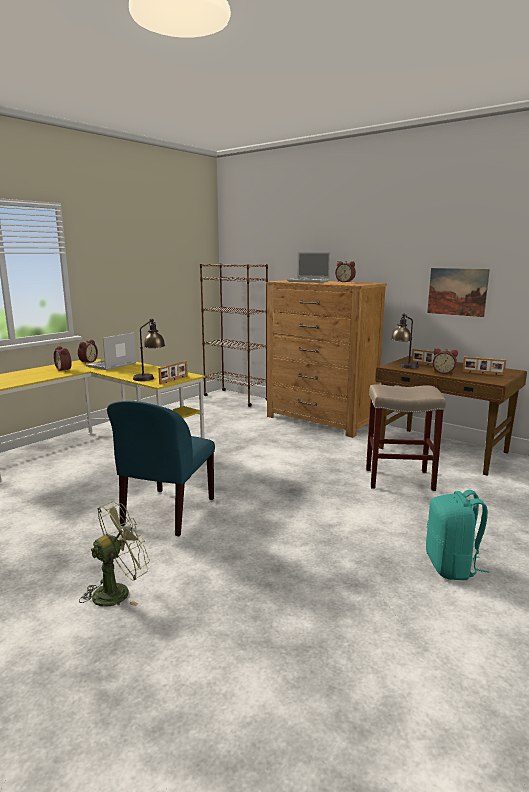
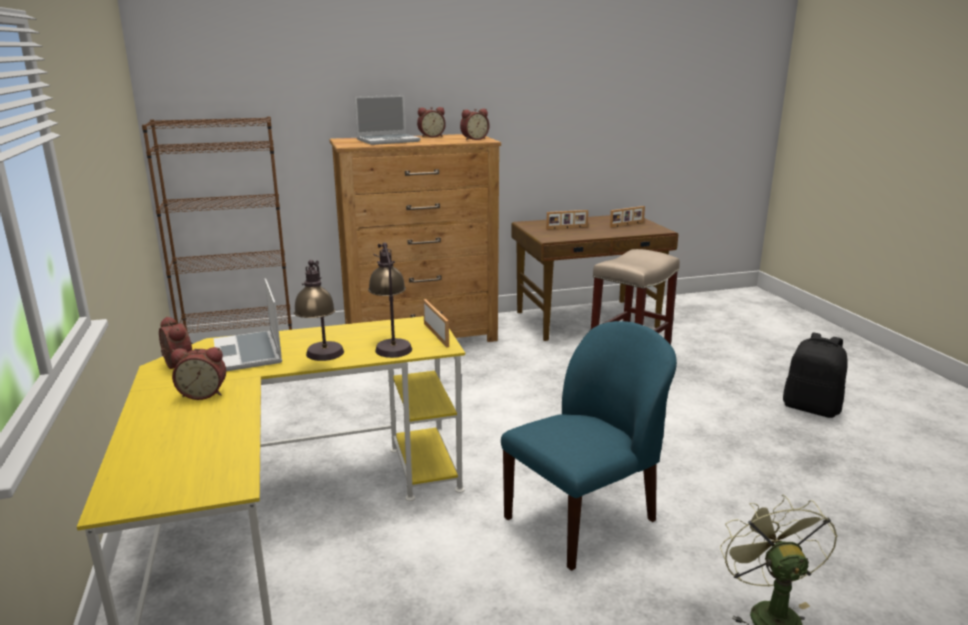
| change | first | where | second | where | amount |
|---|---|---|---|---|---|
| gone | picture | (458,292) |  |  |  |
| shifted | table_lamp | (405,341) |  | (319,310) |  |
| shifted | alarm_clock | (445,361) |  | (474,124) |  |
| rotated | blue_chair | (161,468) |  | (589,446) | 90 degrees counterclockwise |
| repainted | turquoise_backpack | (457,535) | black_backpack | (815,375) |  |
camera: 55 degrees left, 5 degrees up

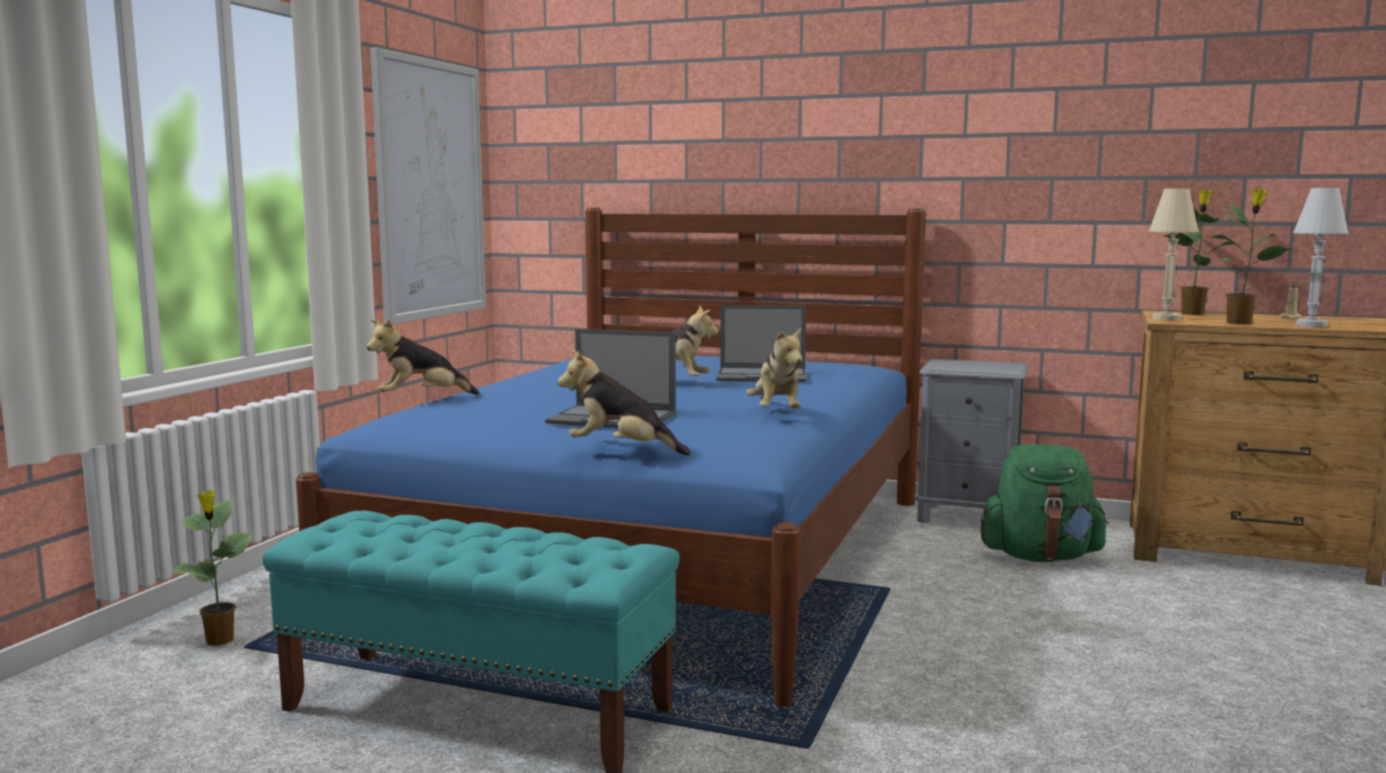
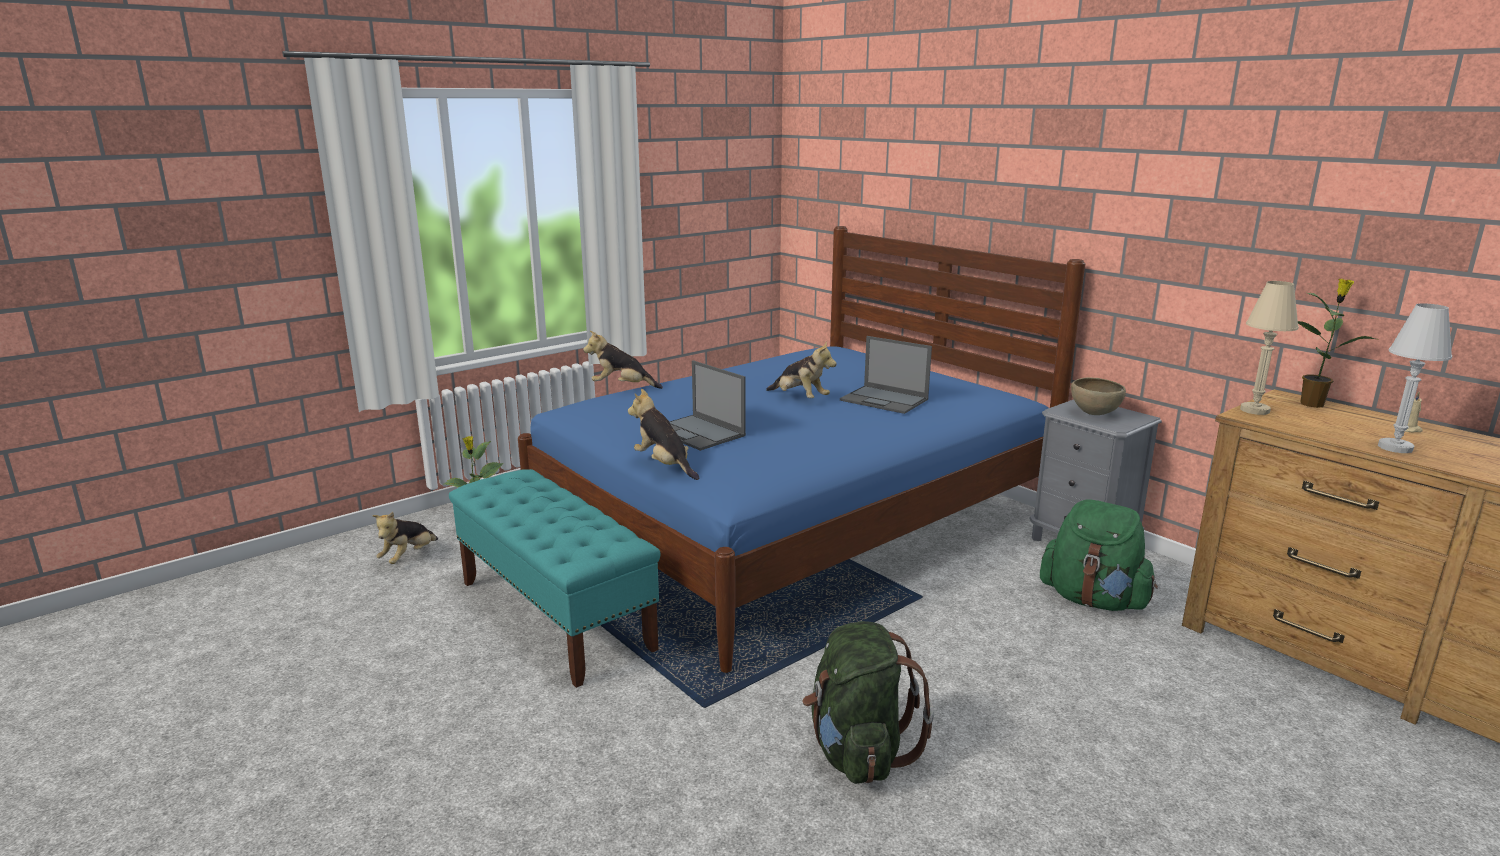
| change | first | where | second | where | amount |
|---|---|---|---|---|---|
| gone | picture | (428,186) |  |  |  |
| gone | potted_plant | (1252,256) |  |  |  |
| shifted | plush_toy | (774,367) |  | (405,538) |  |
| new |  |  | brown_bowl | (1098,396) |  |
| new |  |  | green_backpack | (868,702) |  |
camera: 30 degrees right, 10 degrees up

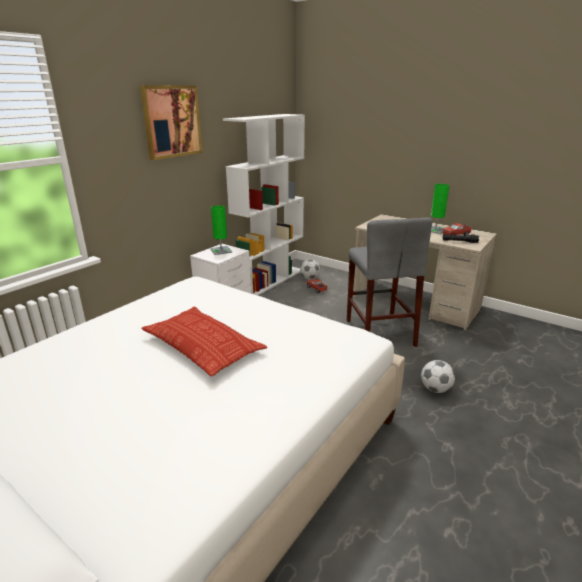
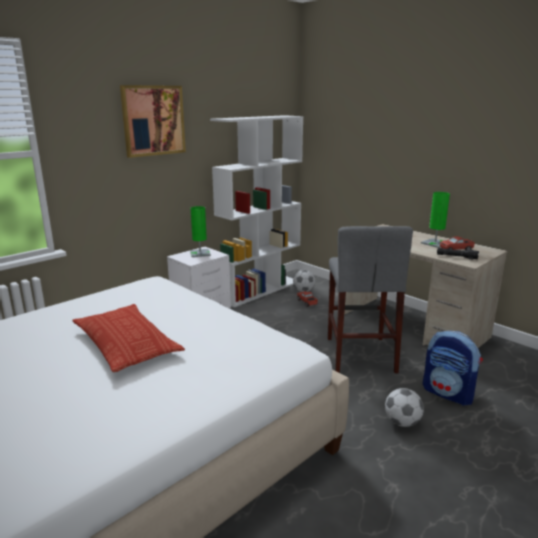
| change | first | where | second | where | amount |
|---|---|---|---|---|---|
| new |  |  | backpack | (453,368) |  |
camera: 10 degrees right, 5 degrees down

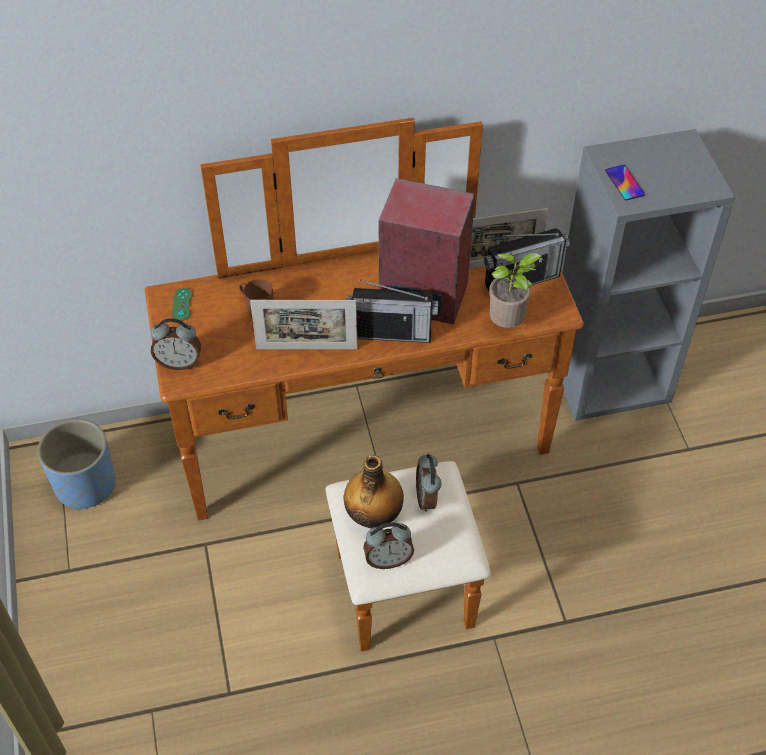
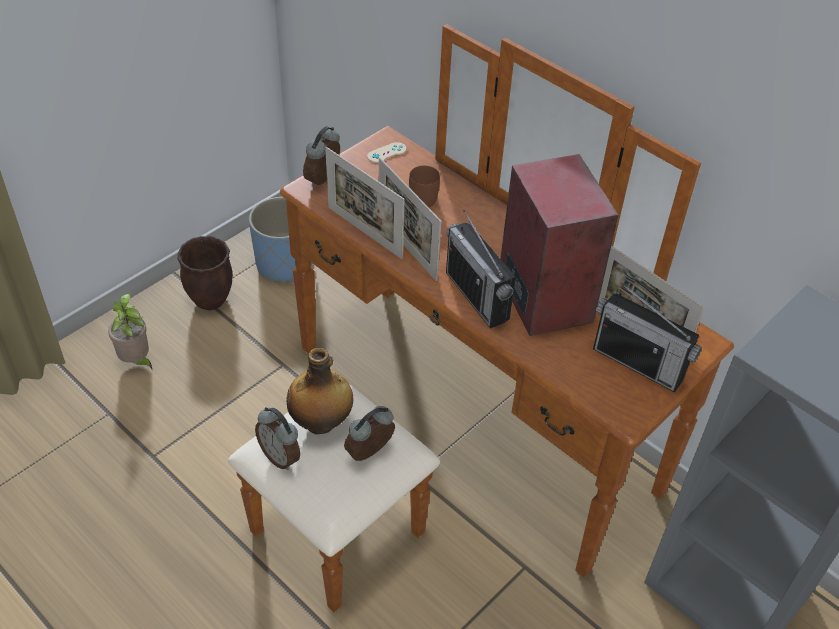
| change | first | where | second | where | amount |
|---|---|---|---|---|---|
| gone | phone | (625,182) |  |  |  |
| shifted | potted_plant | (515,290) |  | (130,331) |  |
| repainted | green_game_controller | (182,304) | beige_game_controller | (386,152) |  |
| rotated | alarm_clock | (176,344) |  | (321,156) | 60 degrees clockwise |
| new |  |  | picture_frame | (365,203) |  |
| new |  |  | brown_planter | (205,273) |  |
camera: 55 degrees right, 5 degrees down

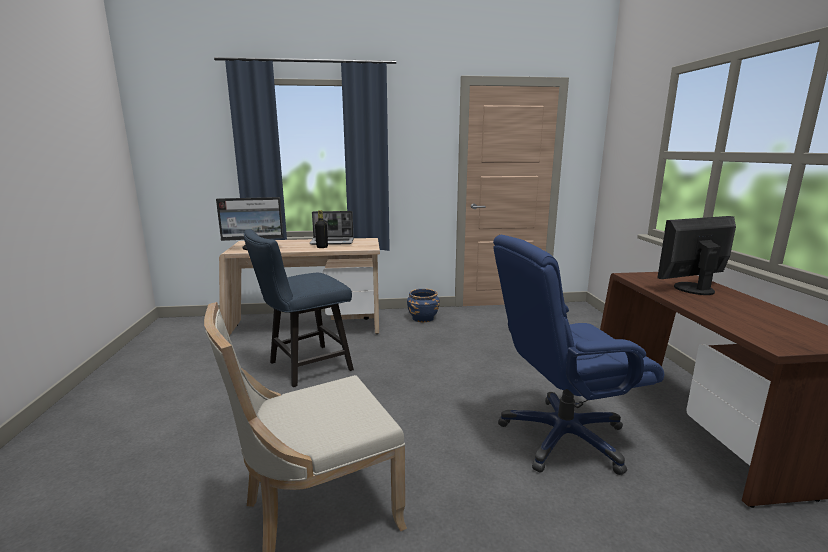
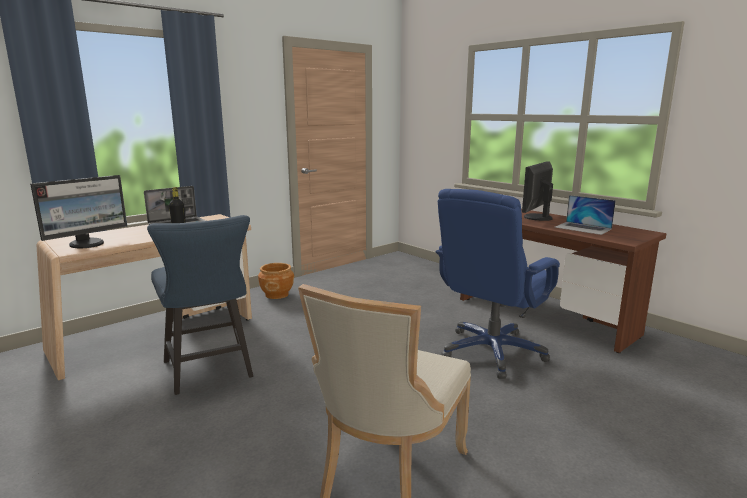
| change | first | where | second | where | amount |
|---|---|---|---|---|---|
| rotated | blue_chair | (299,308) |  | (200,305) | 45 degrees counterclockwise |
| repainted | blue_planter | (423,305) | brown_planter | (276,281) |  |
| new |  |  | laptop | (585,215) |  |
camera: 35 degrees left, 0 degrees up

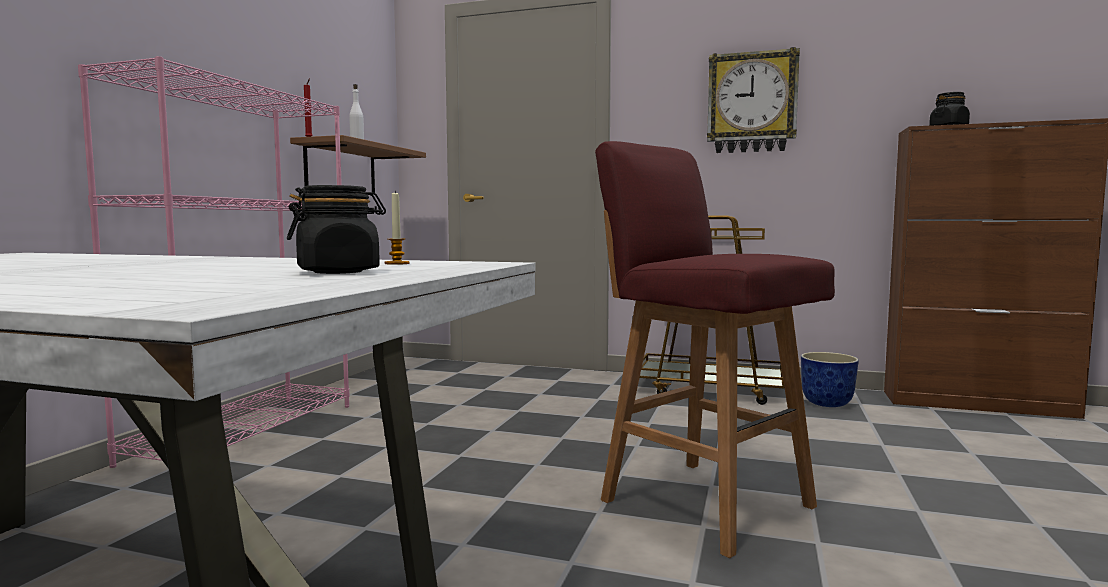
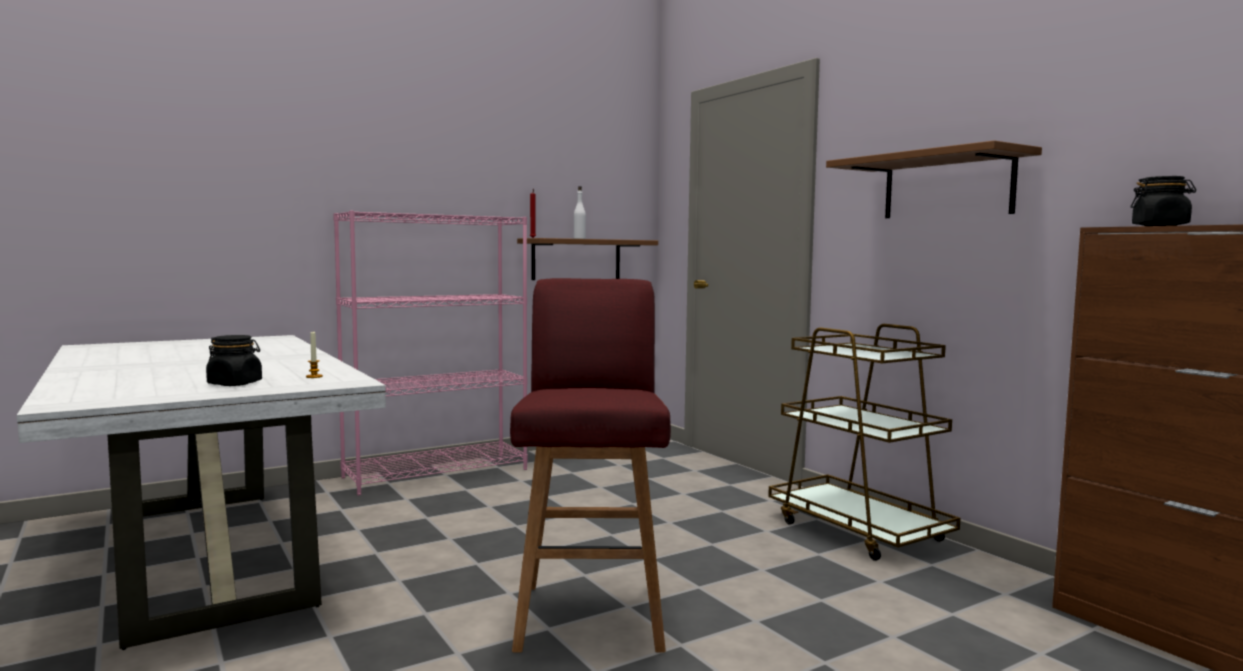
| change | first | where | second | where | amount |
|---|---|---|---|---|---|
| swapped | wall_clock | (753,100) | brown_shelf | (934,179) |  |
| gone | planter | (830,379) |  |  |  |
camera: 40 degrees right, 0 degrees up

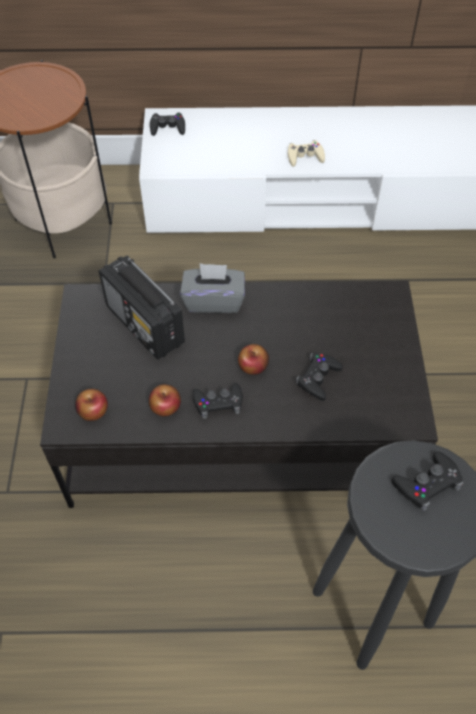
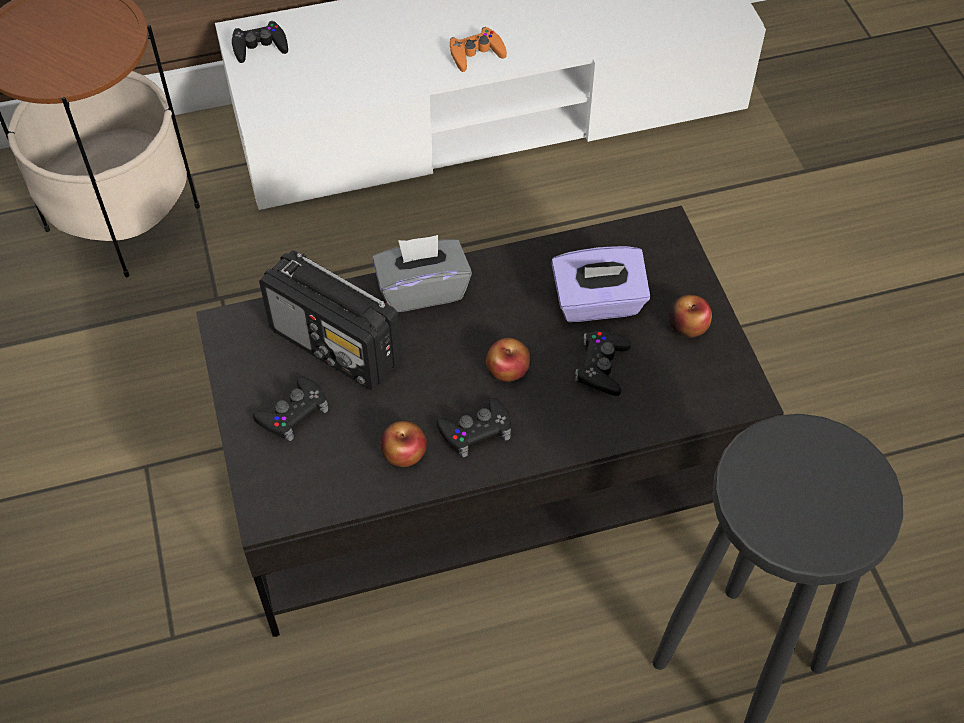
| change | first | where | second | where | amount |
|---|---|---|---|---|---|
| repainted | beige_game_controller | (306,153) | orange_game_controller | (478,49) |  |
| shifted | apple | (91,404) |  | (690,316) |  |
| shifted | black_game_controller | (427,481) |  | (290,409) |  |
| new |  |  | purple_tissue_box | (601,284) |  |
camera: 15 degrees left, 0 degrees up

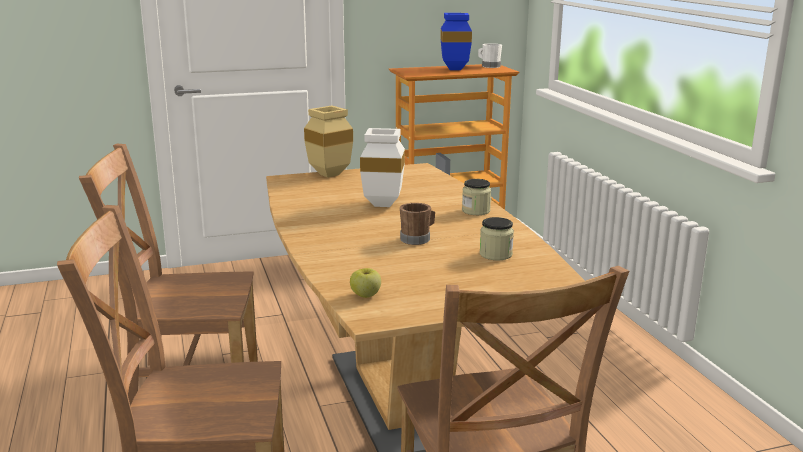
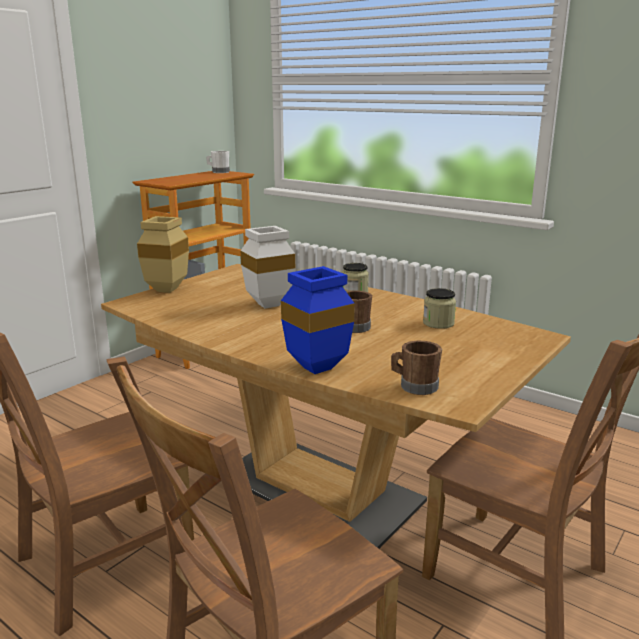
| change | first | where | second | where | amount |
|---|---|---|---|---|---|
| shifted | blue_vase | (456,41) |  | (318,320) |  |
| swapped | apple | (365,283) | brown_mug | (416,368) |  |
camera: 35 degrees left, 0 degrees up

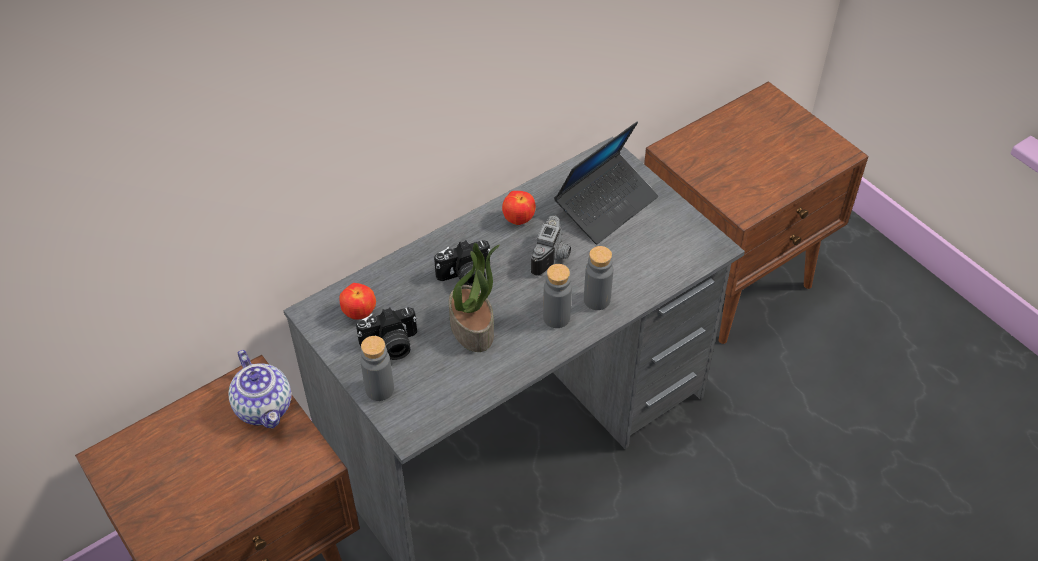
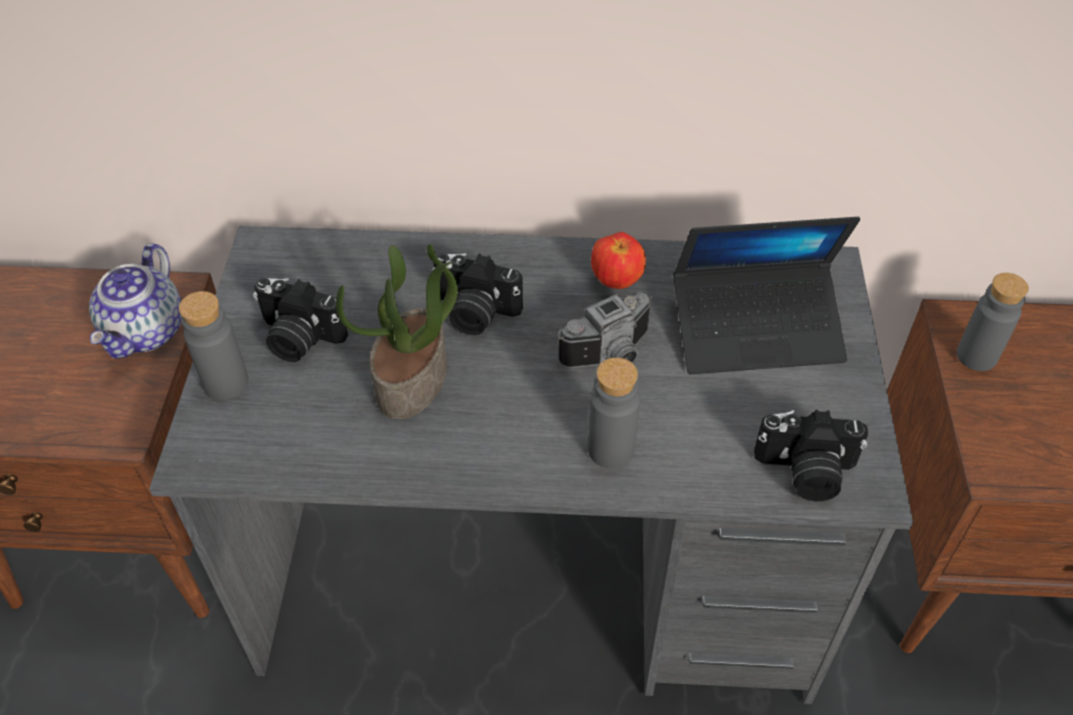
| change | first | where | second | where | amount |
|---|---|---|---|---|---|
| shifted | grey_bottle | (557,296) |  | (993,322) |  |
| gone | apple | (357,301) |  |  |  |
| new |  |  | photo_camera | (811,455) |  |
camera: 40 degrees right, 0 degrees up

